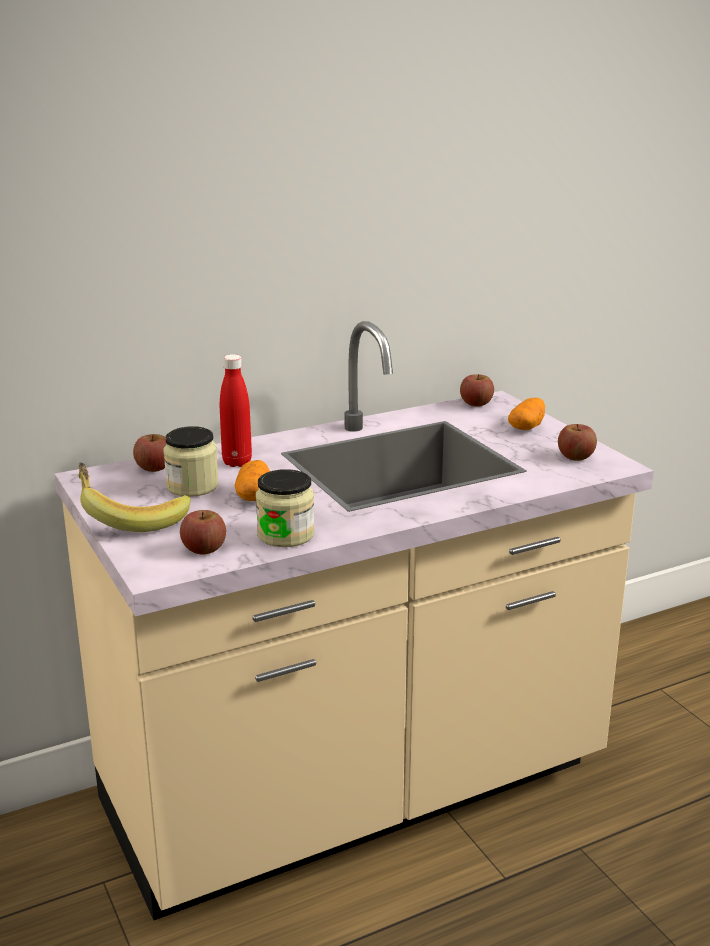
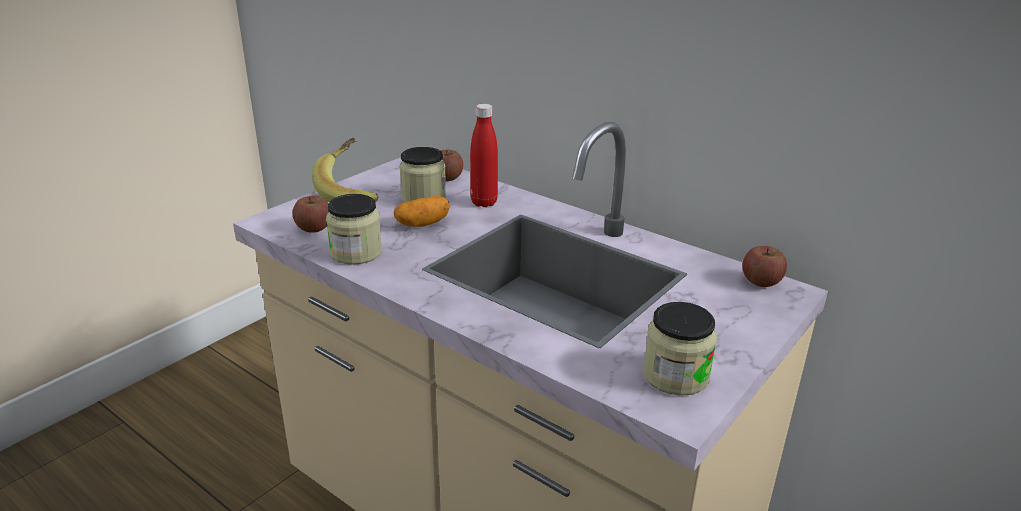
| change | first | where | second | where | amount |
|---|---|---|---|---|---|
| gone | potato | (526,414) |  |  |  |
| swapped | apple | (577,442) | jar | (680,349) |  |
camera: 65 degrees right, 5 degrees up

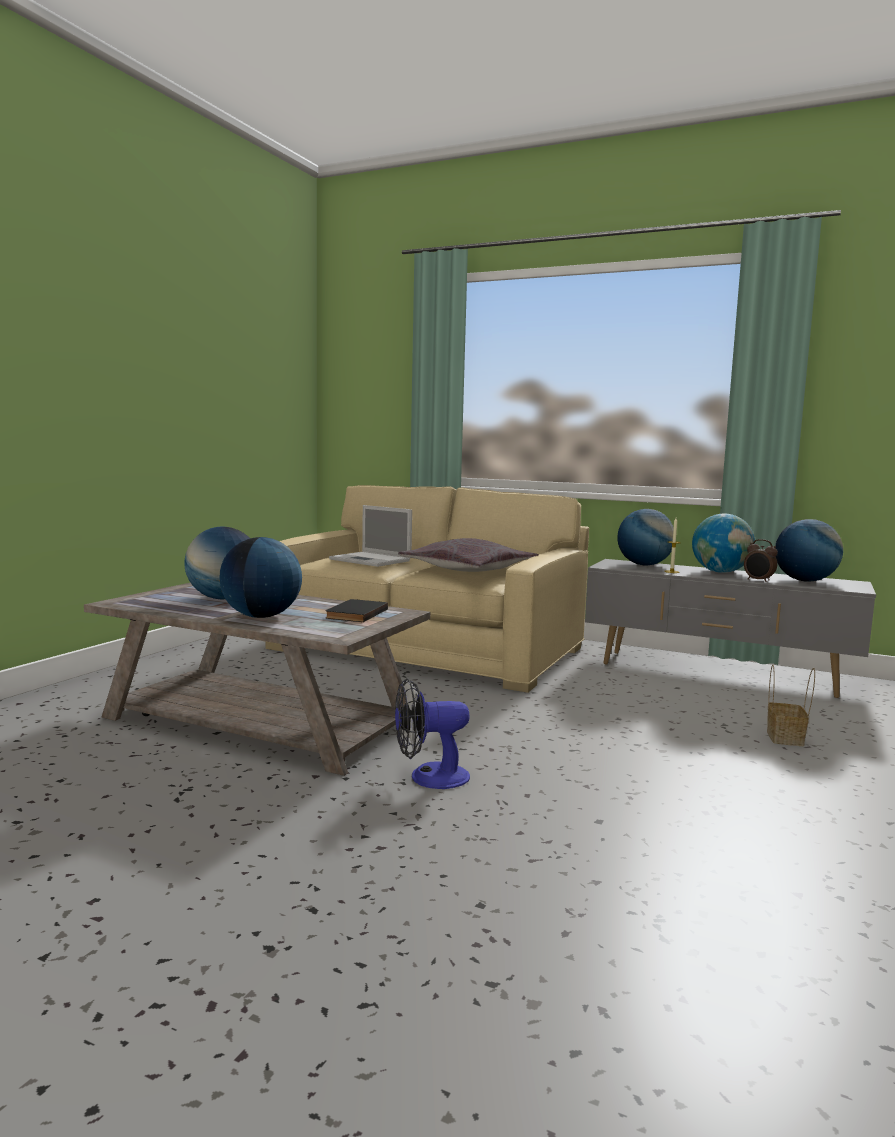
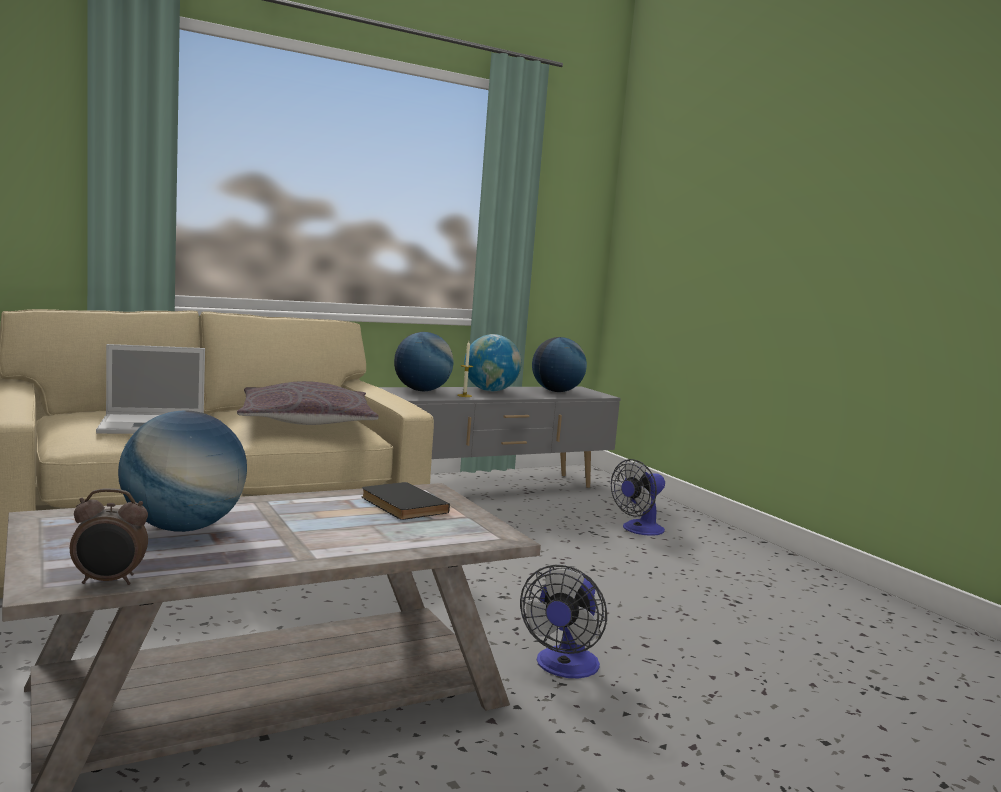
| change | first | where | second | where | amount |
|---|---|---|---|---|---|
| gone | globe | (261,577) |  |  |  |
| shifted | alarm_clock | (761,561) |  | (109,536) |  |
| swapped | basket | (791,705) | fan | (638,497) |  |
camera: 55 degrees left, 0 degrees up

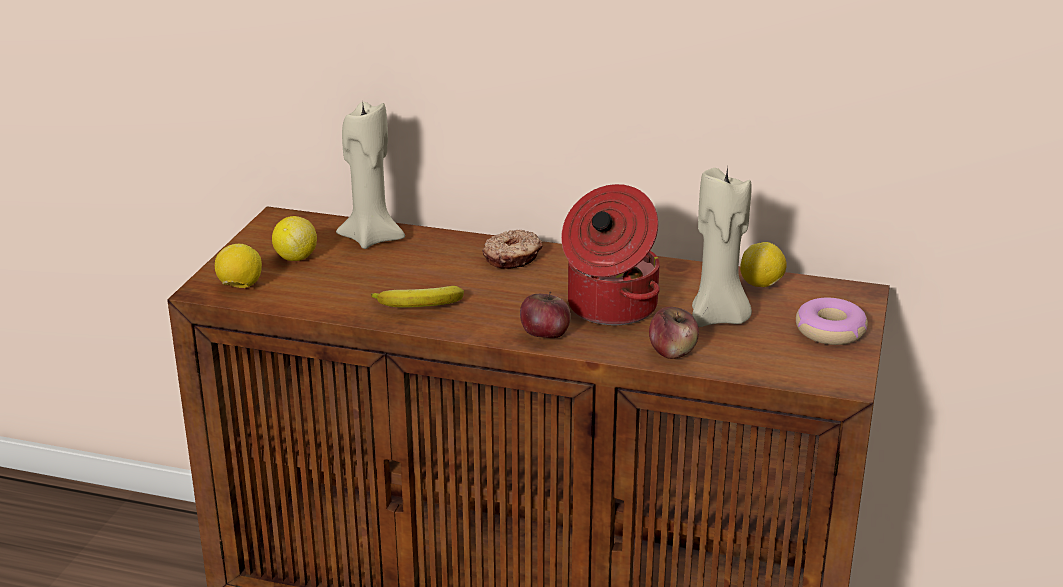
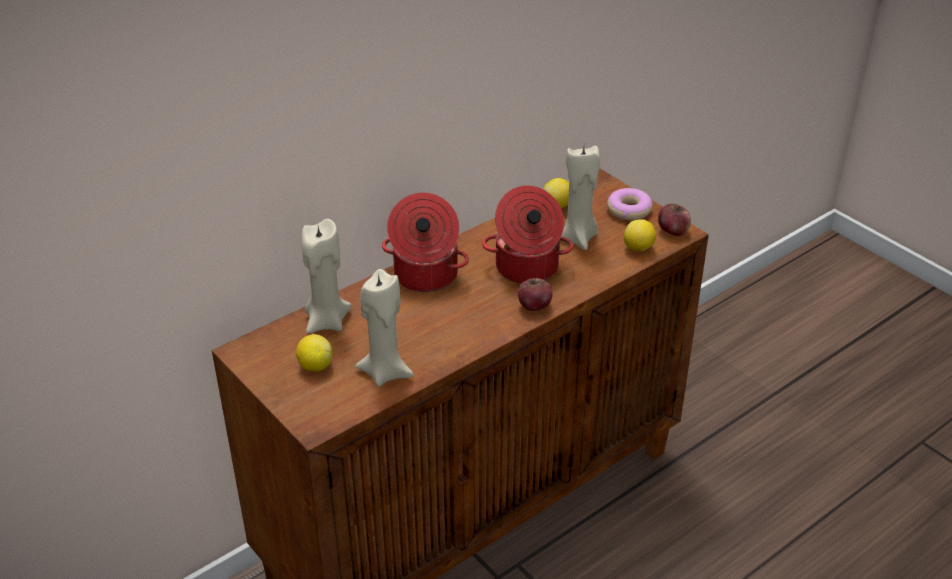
| change | first | where | second | where | amount |
|---|---|---|---|---|---|
| swapped | donut | (512,249) | cooking_pot | (425,242) |  |
| shifted | lemon | (238,266) |  | (640,235) |  |
| gone | banana | (417,297) |  |  |  |
| shifted | apple | (674,333) |  | (674,220) |  |
| new |  |  | beige_candle | (385,328) |  |
camera: 55 degrees left, 10 degrees up

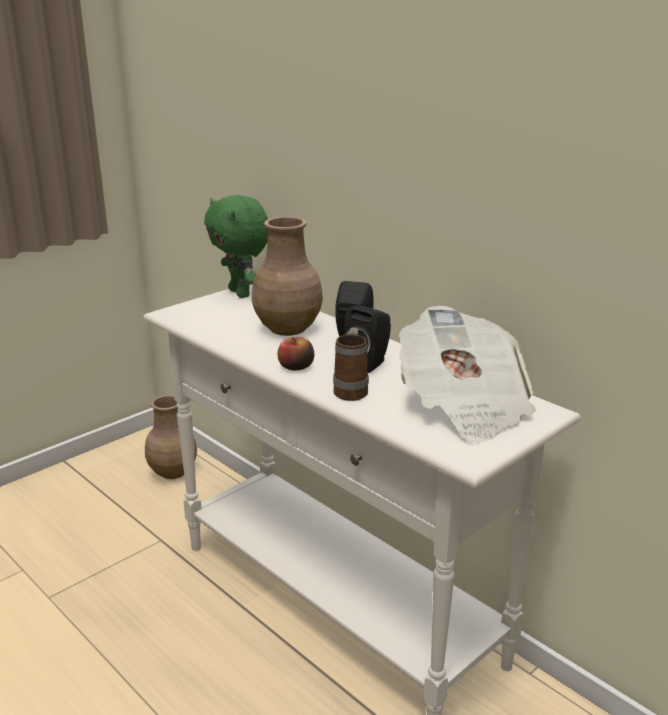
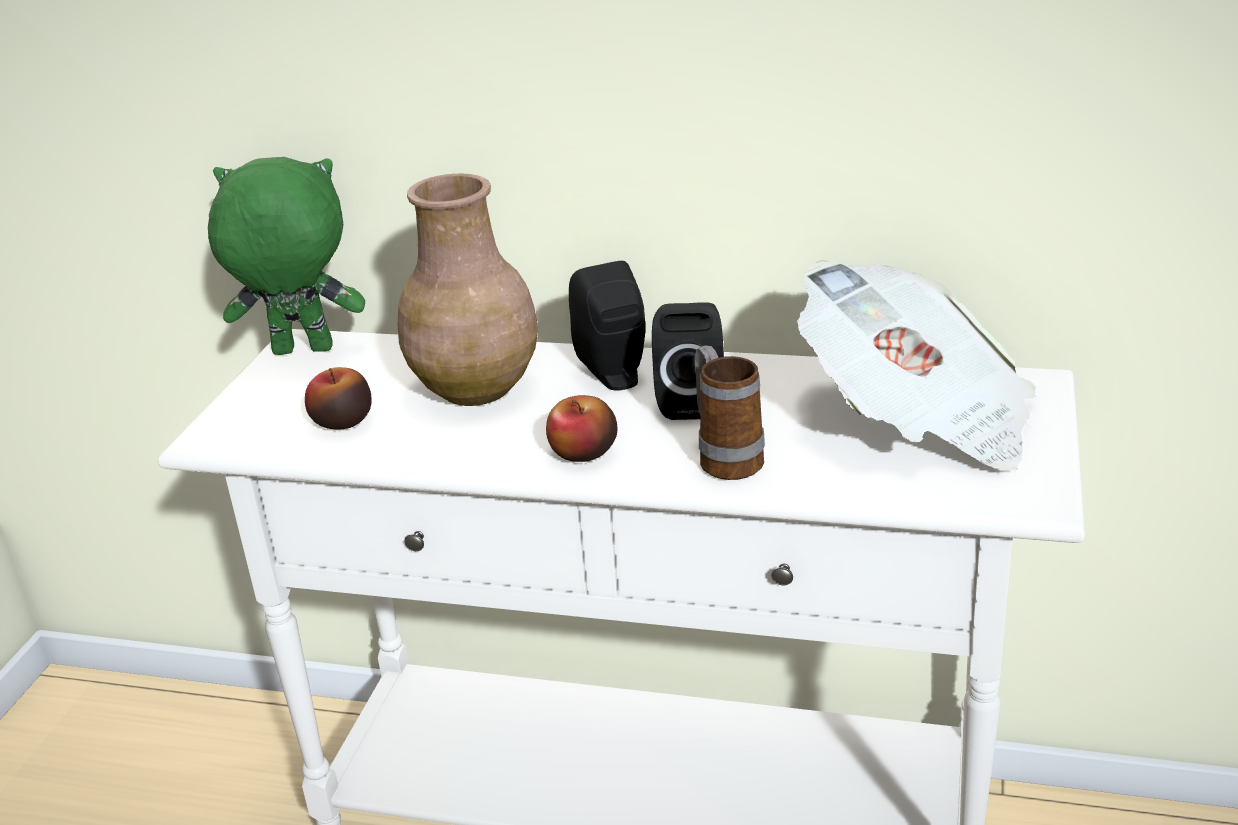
| change | first | where | second | where | amount |
|---|---|---|---|---|---|
| rotated | green_plush_toy | (236,246) |  | (286,256) | 150 degrees clockwise |
| gone | brown_vase | (171,437) |  |  |  |
| new |  |  | apple | (338,398) |  |
camera: 30 degrees left, 5 degrees up

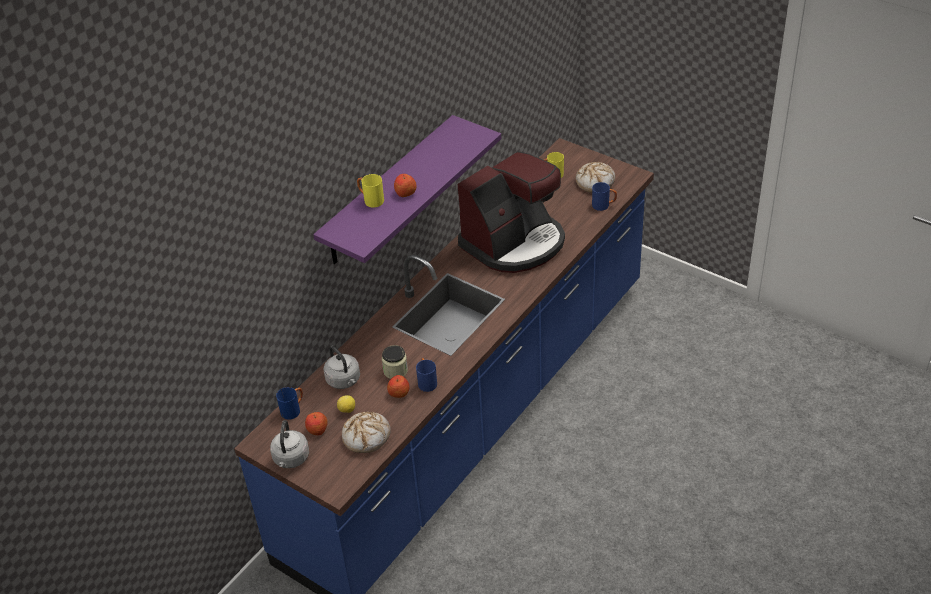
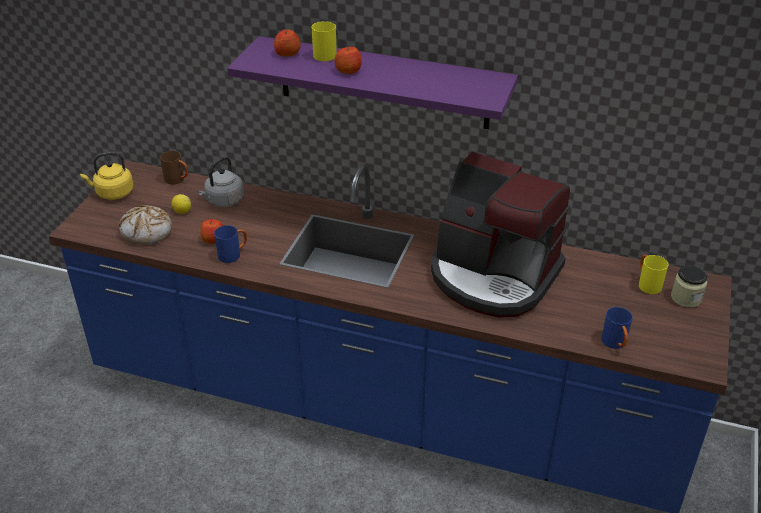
| change | first | where | second | where | amount |
|---|---|---|---|---|---|
| gone | bread | (595,177) |  |  |  |
| shifted | jar | (395,362) |  | (689,286) |  |
| repainted | blue_mug | (289,403) | brown_mug | (174,168) |  |
| shifted | apple | (316,423) |  | (287,43) |  |
| repainted | grey_kettle | (289,444) | yellow_kettle | (107,176) |  |
camera: 70 degrees right, 5 degrees down

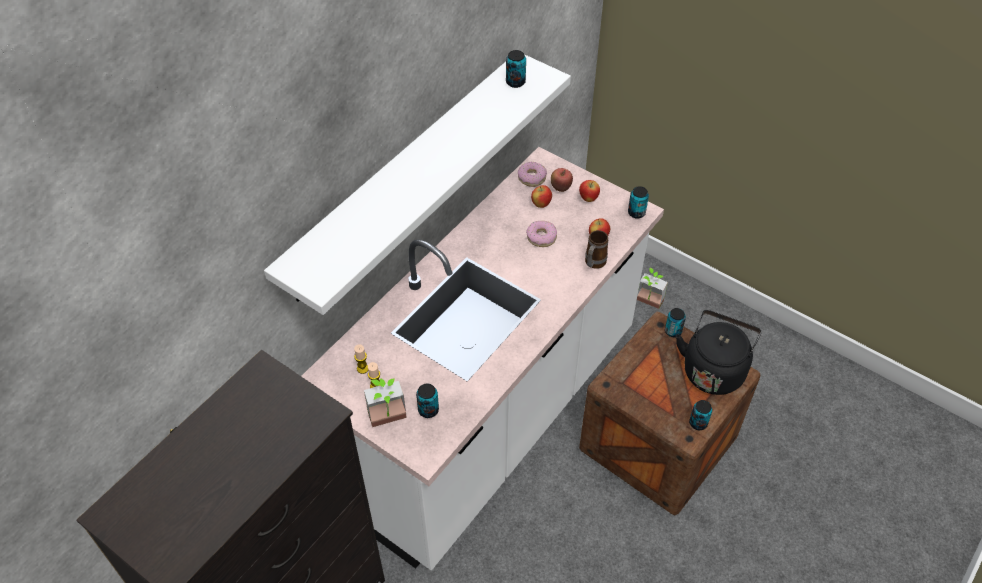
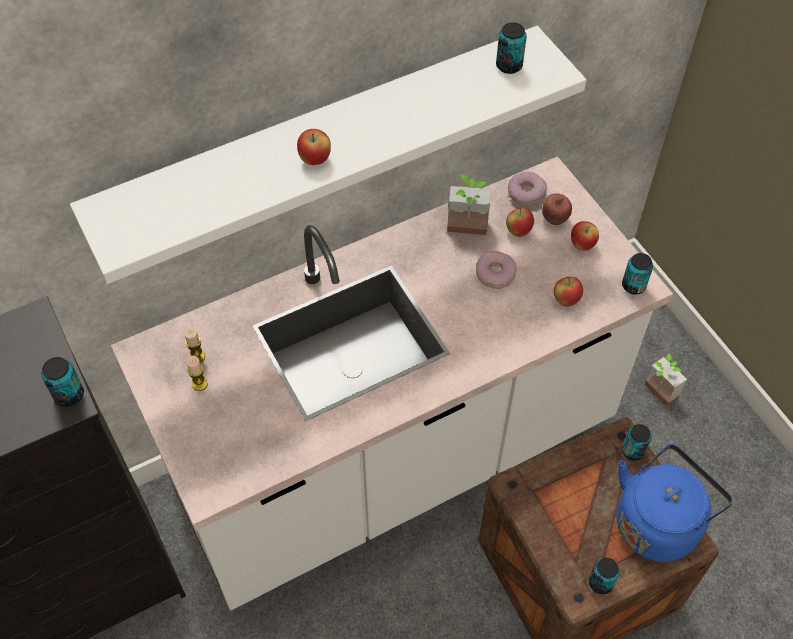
| change | first | where | second | where | amount |
|---|---|---|---|---|---|
| gone | mug | (596,249) |  |  |  |
| repainted | black_kettle | (719,352) | blue_kettle | (674,503) |  |
| shifted | potted_plant | (385,402) |  | (469,205) |  |
| shifted | can | (427,400) |  | (62,382) |  |
| new |  |  | apple | (314,147) |  |
camera: 25 degrees right, 5 degrees up

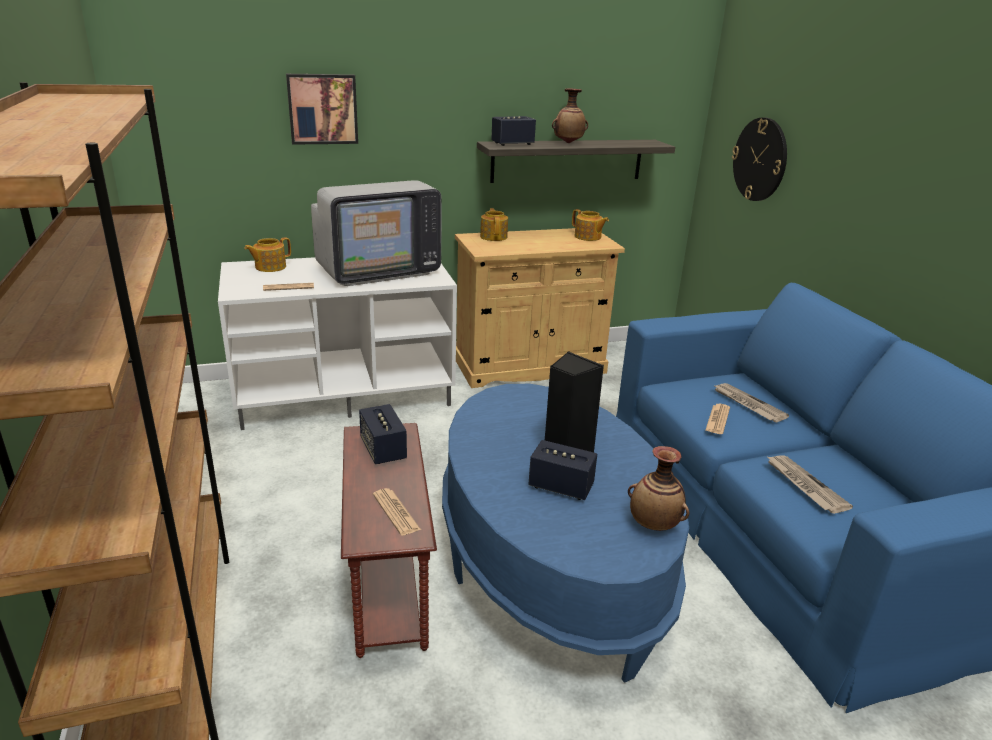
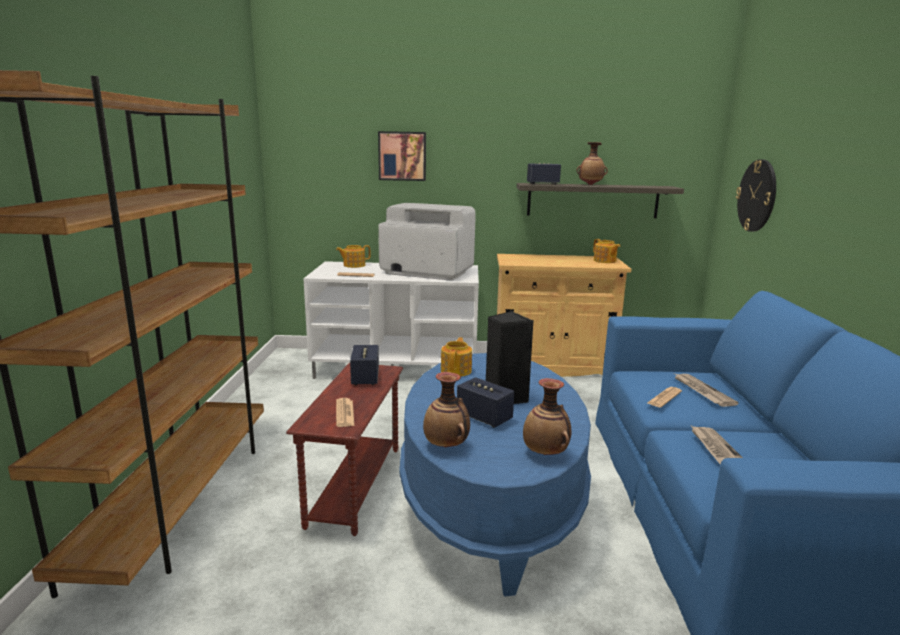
| change | first | where | second | where | amount |
|---|---|---|---|---|---|
| rotated | television | (376,233) |  | (427,241) | 150 degrees counterclockwise |
| shifted | teapot | (494,224) |  | (456,357) |  |
| new |  |  | vase | (446,409) |  |
camera: 20 degrees right, 10 degrees down

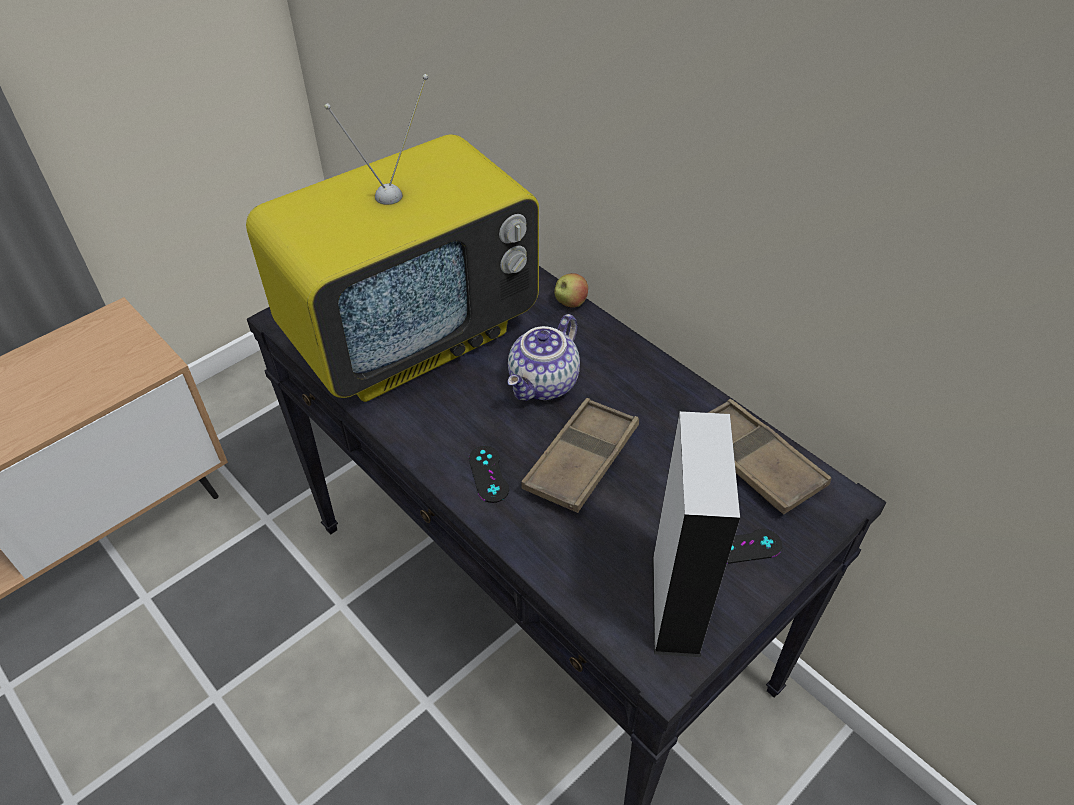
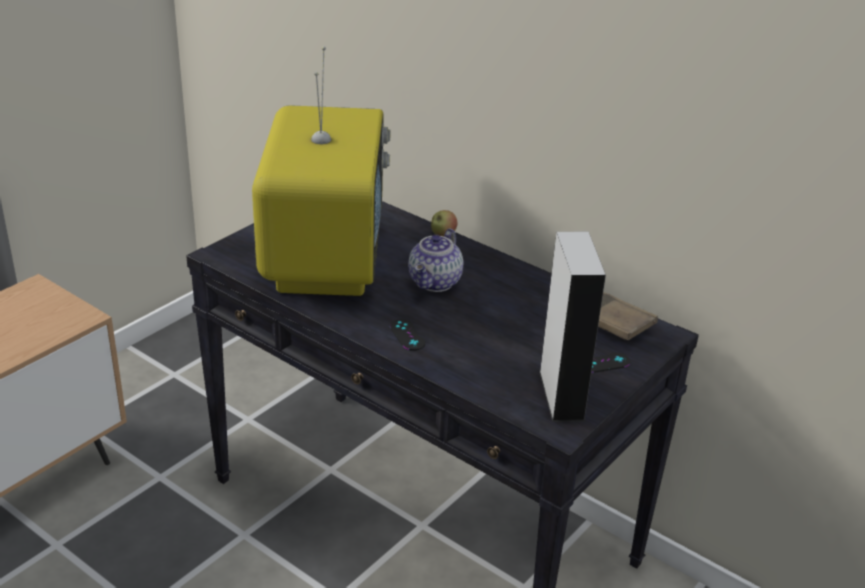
| change | first | where | second | where | amount |
|---|---|---|---|---|---|
| rotated | television | (392,238) |  | (321,171) | 45 degrees counterclockwise |
| gone | brown_tray | (580,455) |  |  |  |
camera: 10 degrees left, 15 degrees down

